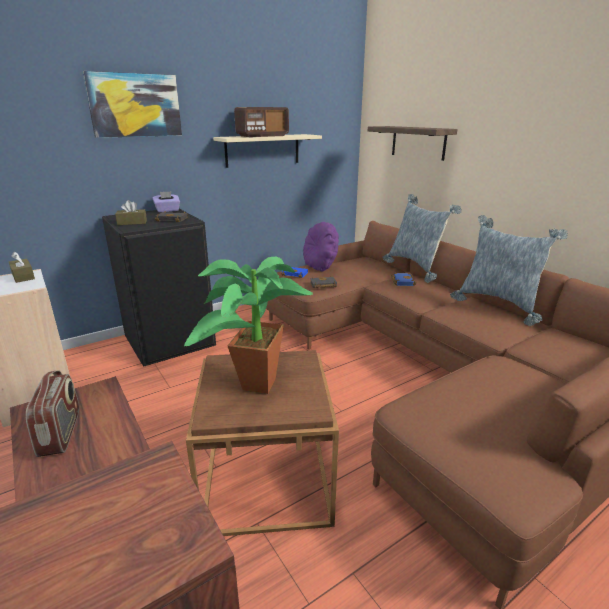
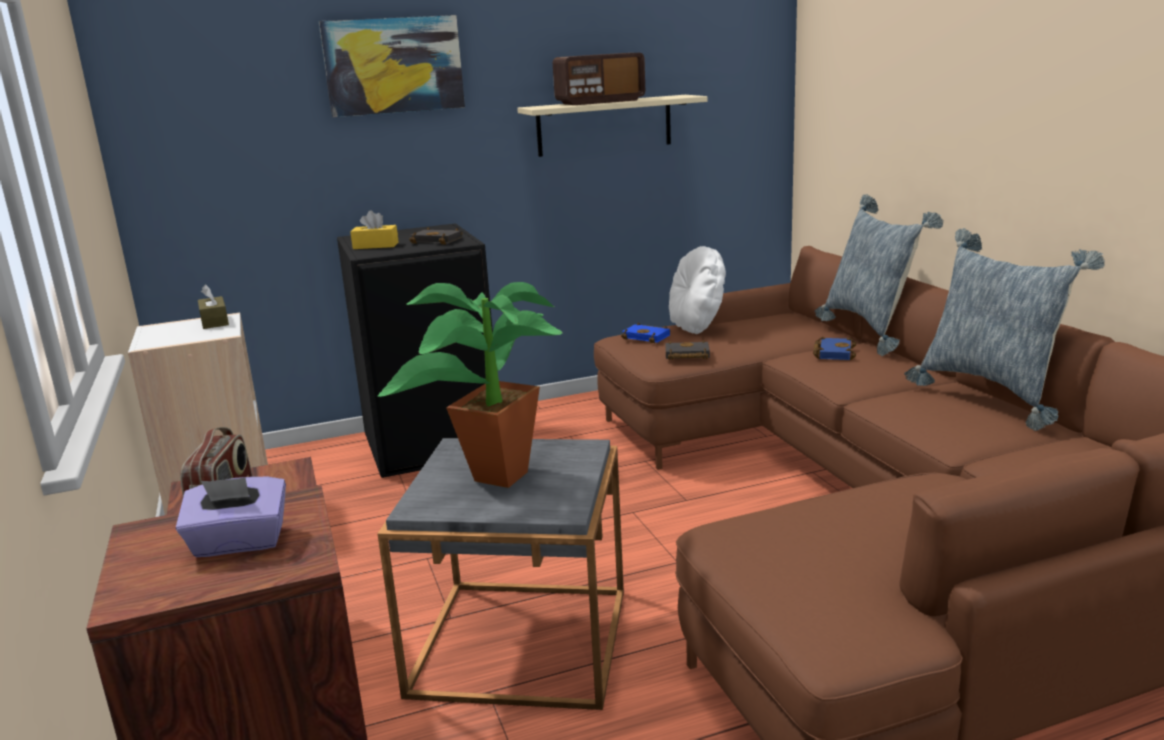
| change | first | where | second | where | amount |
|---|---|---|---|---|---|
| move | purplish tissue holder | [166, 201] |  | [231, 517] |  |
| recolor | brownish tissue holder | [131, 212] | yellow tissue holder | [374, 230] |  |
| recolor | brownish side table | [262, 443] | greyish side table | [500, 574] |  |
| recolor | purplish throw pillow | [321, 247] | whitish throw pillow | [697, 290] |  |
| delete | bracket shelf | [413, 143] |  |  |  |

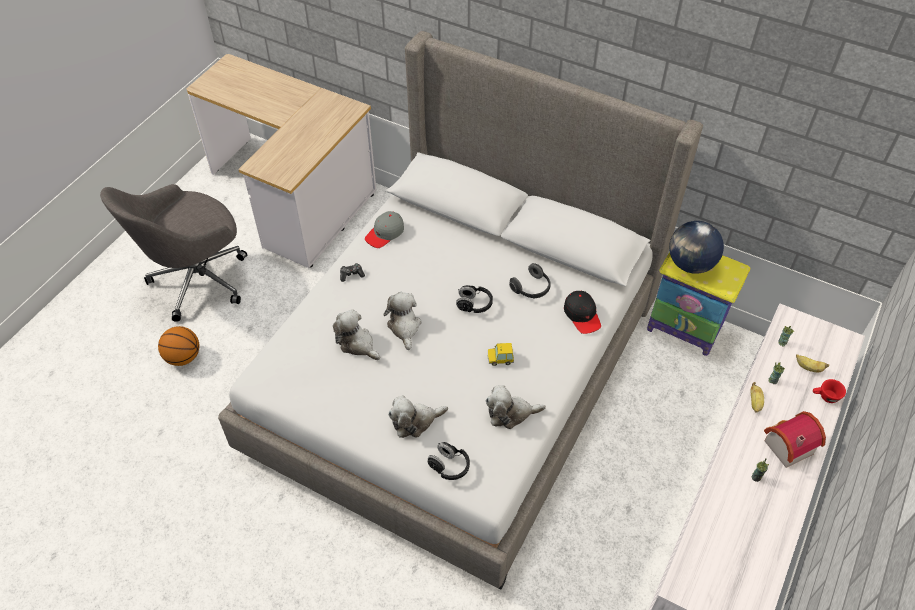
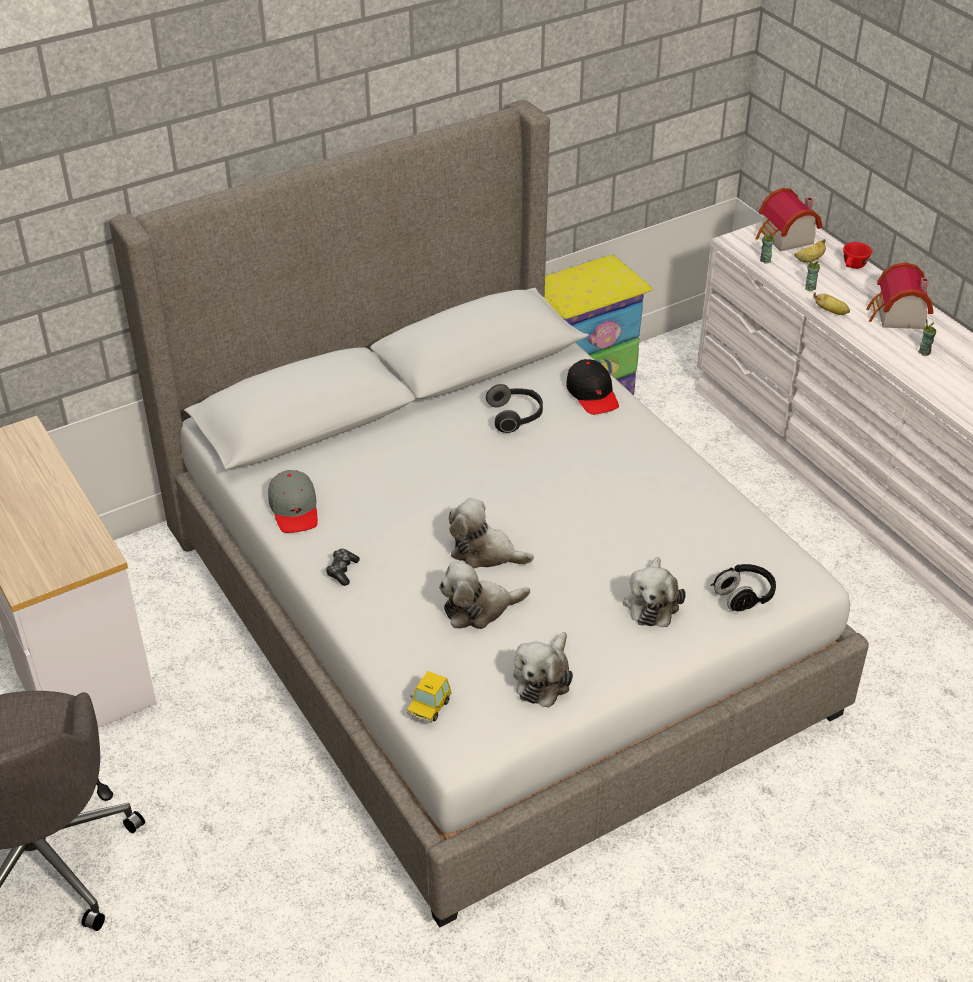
| change | first | where | second | where | amount |
|---|---|---|---|---|---|
| move | model car | [501, 354] |  | [429, 697] |  |
| move | soft toy | [516, 407] |  | [543, 670] |  |
| rotate | black cap | [582, 312] |  | [592, 387] | 60 degrees clockwise |
| insert |  |  | miniature house | [789, 220] |  |
| delete | ball for basketball | [178, 346] |  |  |  |
| delete | black headset | [474, 299] |  |  |  |
| delete | world globe | [696, 247] |  |  |  |

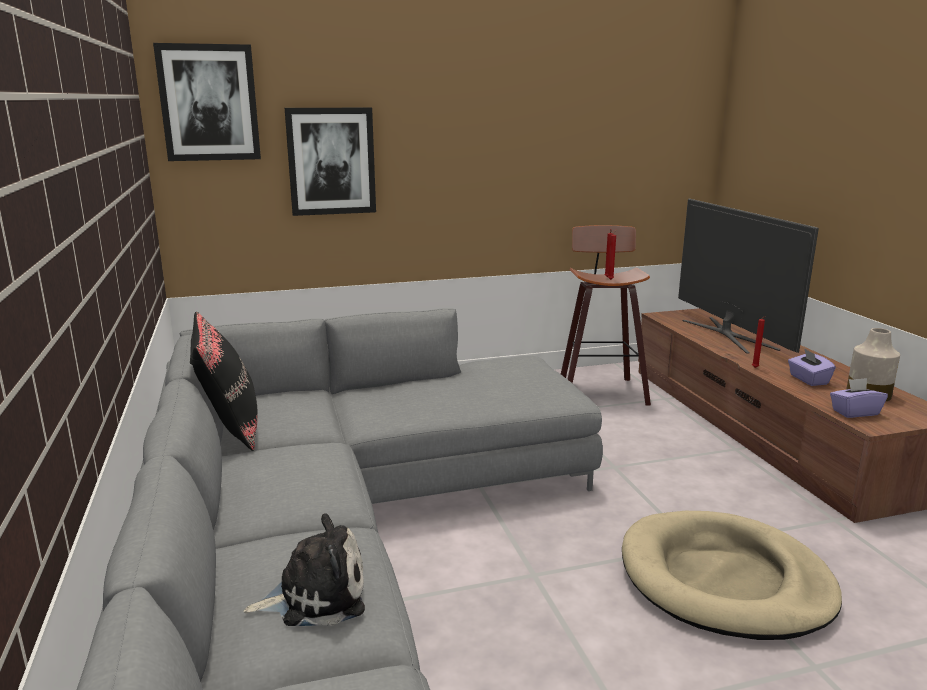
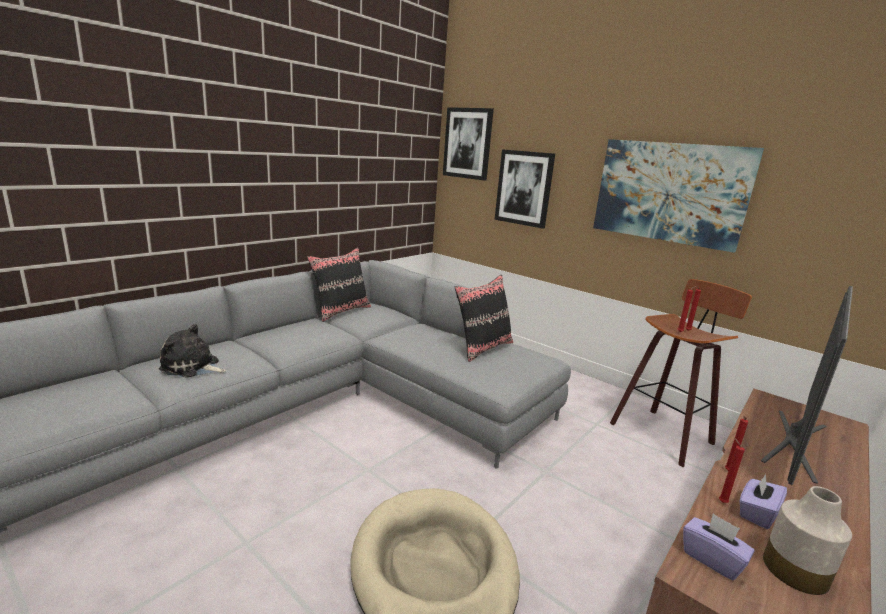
| change | first | where | second | where | amount |
|---|---|---|---|---|---|
| rotate | soft toy | [304, 569] |  | [193, 351] | 150 degrees clockwise |
| insert |  |  | black throw pillow | [484, 318] |  |
| insert |  |  | wall picture | [678, 196] |  |
| insert |  |  | reddish candle | [732, 470] |  |

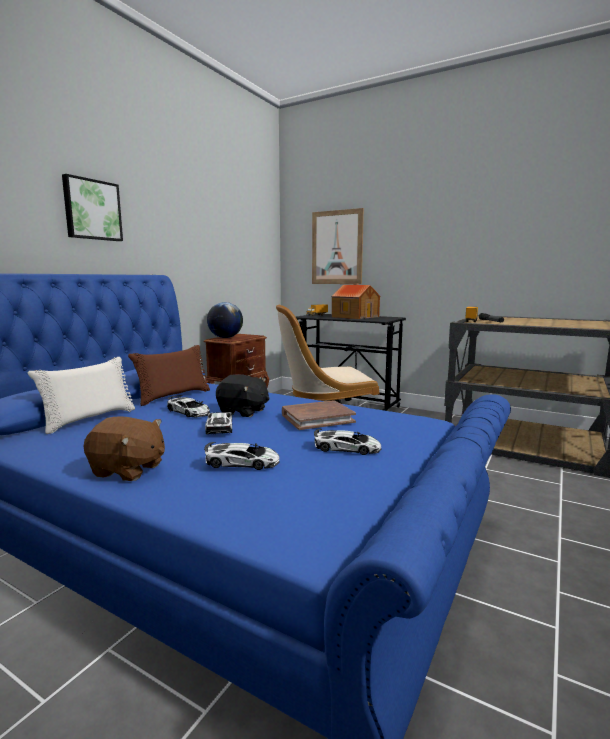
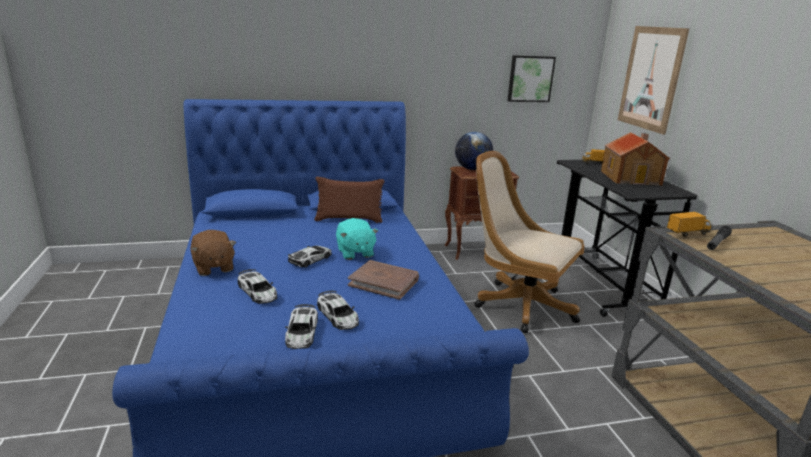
| change | first | where | second | where | amount |
|---|---|---|---|---|---|
| move | model car | [188, 406] |  | [301, 326] |  |
| recolor | black soft toy | [243, 395] | turquoise soft toy | [357, 239] |  |
| move | wall picture | [92, 207] |  | [531, 78] |  |
| delete | whitish throw pillow | [81, 395] |  |  |  |

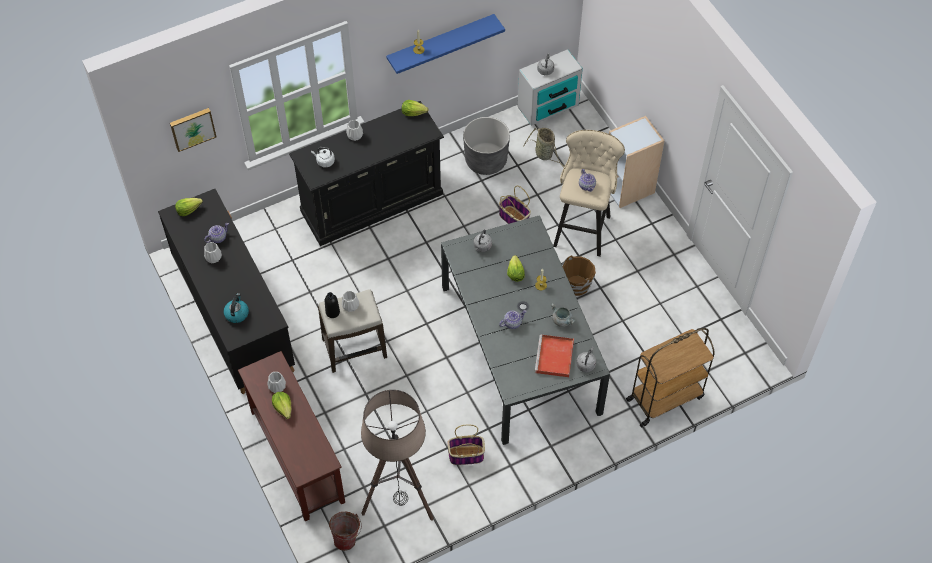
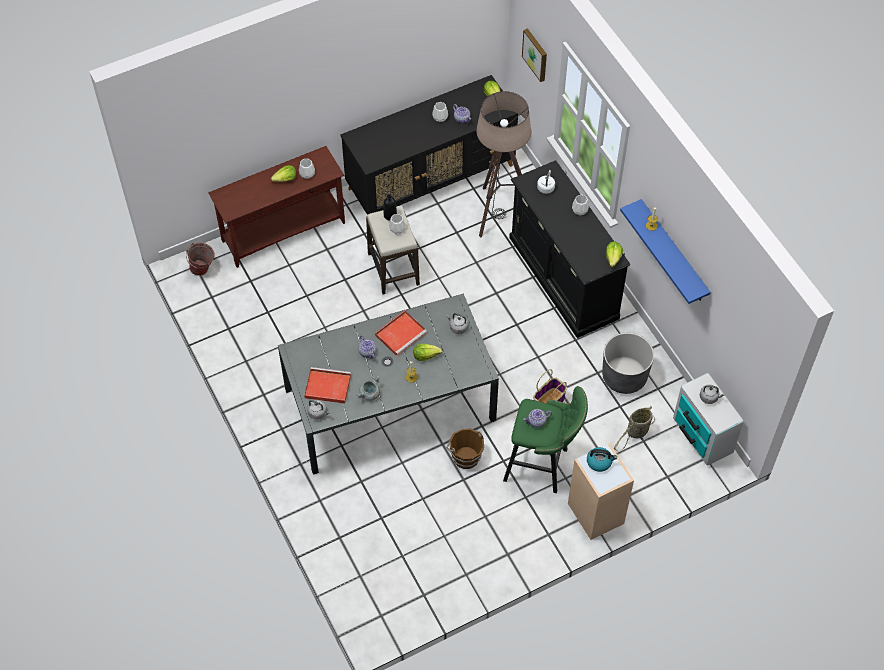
| change | first | where | second | where | amount |
|---|---|---|---|---|---|
| insert |  |  | reddish tray | [401, 333] |  |
| move | standard lamp | [397, 455] |  | [503, 164] |  |
| recolor | beige sitting stool | [589, 193] | green-coloured sitting stool | [545, 440] |  |
| move | water kettle | [236, 308] |  | [602, 459] |  |
| delete | basket | [466, 444] |  |  |  |
| delete | brownish wheeled cart | [670, 377] |  |  |  |

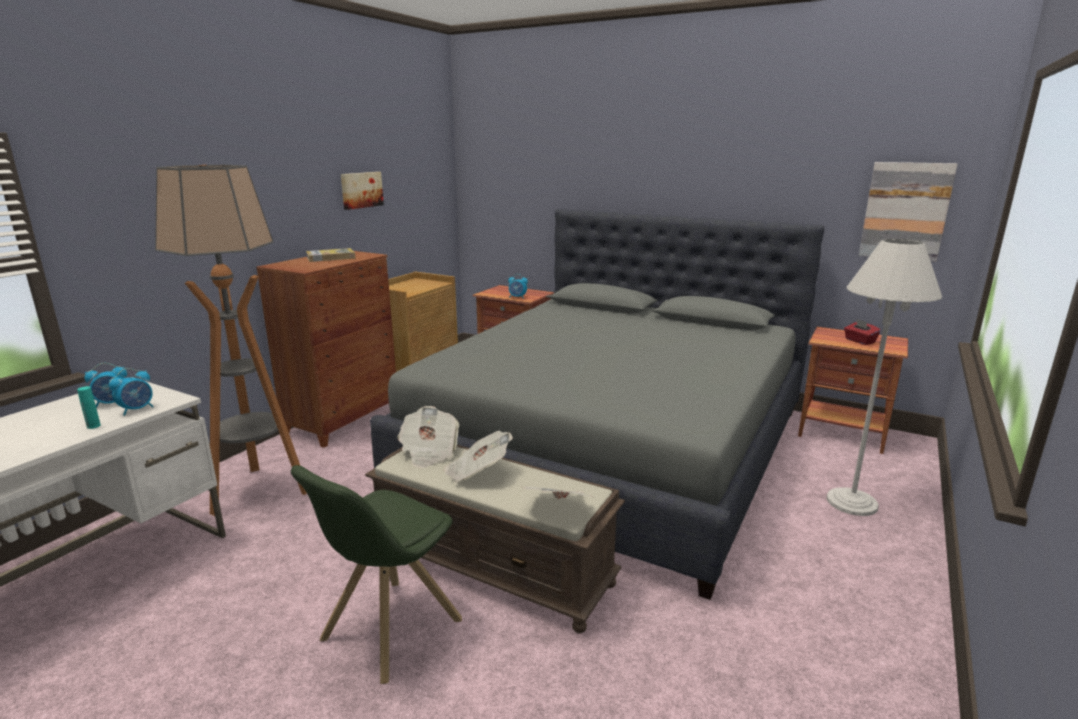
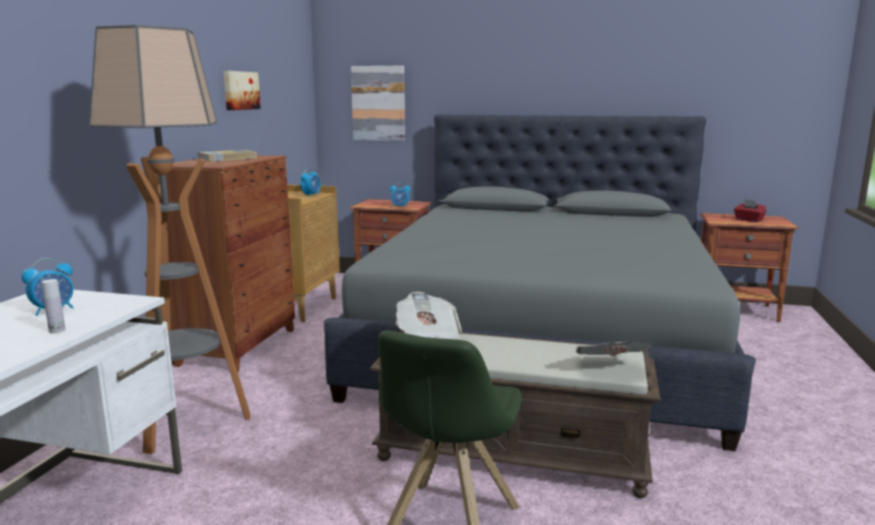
| change | first | where | second | where | amount |
|---|---|---|---|---|---|
| recolor | turquoise beverage bottle | [89, 407] | whitish beverage bottle | [53, 306] |  |
| move | bedside clock | [131, 392] |  | [311, 183] |  |
| move | wall picture | [908, 212] |  | [378, 103] |  |
| delete | daily paper | [478, 457] |  |  |  |
| delete | whitish standard lamp | [884, 377] |  |  |  |

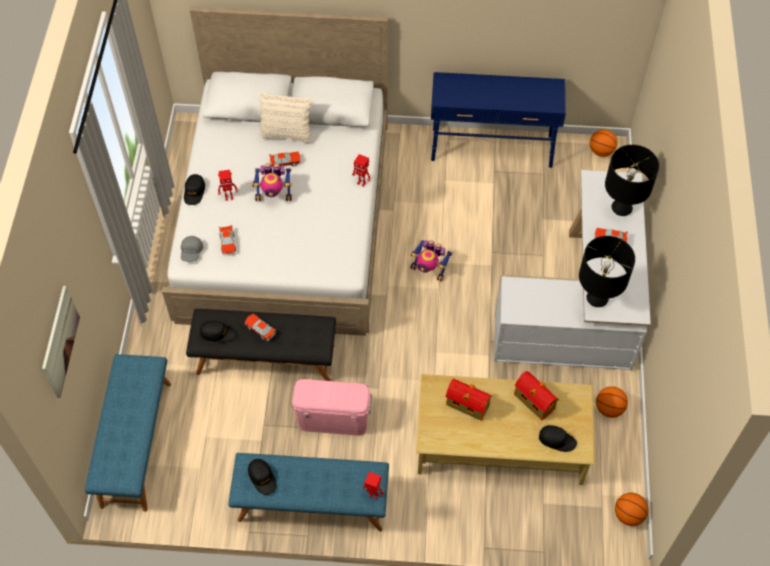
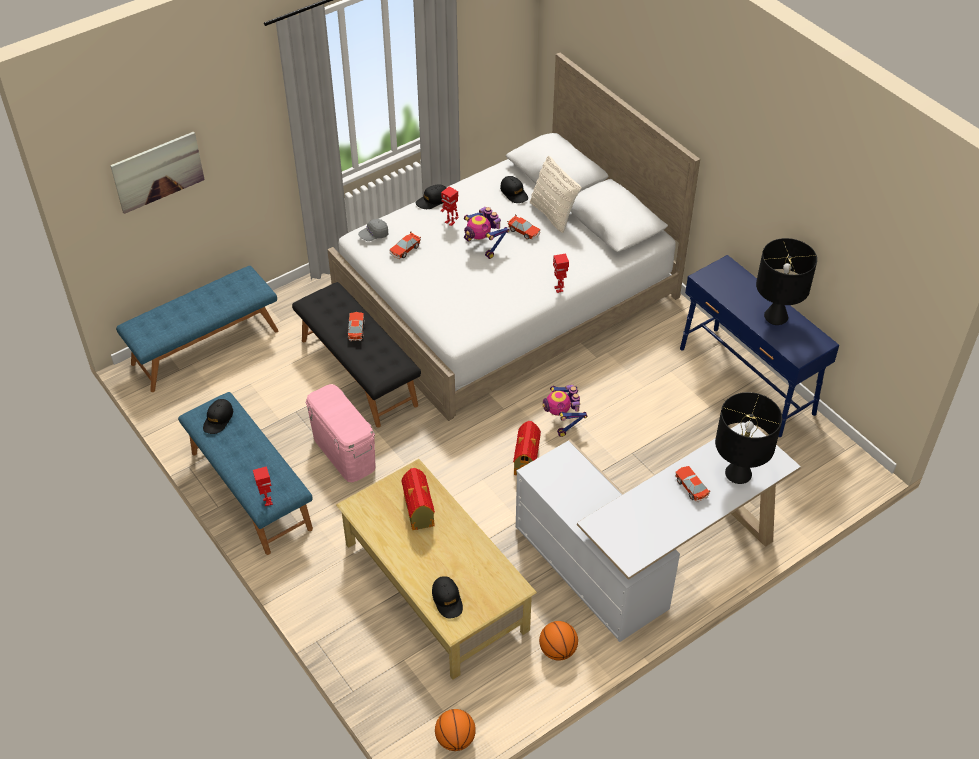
| change | first | where | second | where | amount |
|---|---|---|---|---|---|
| move | black cap | [218, 332] |  | [514, 189] |  |
| move | miniature house | [536, 395] |  | [527, 448] |  |
| move | black table lamp | [607, 271] |  | [786, 281] |  |
| delete | ball for basketball | [603, 143] |  |  |  |

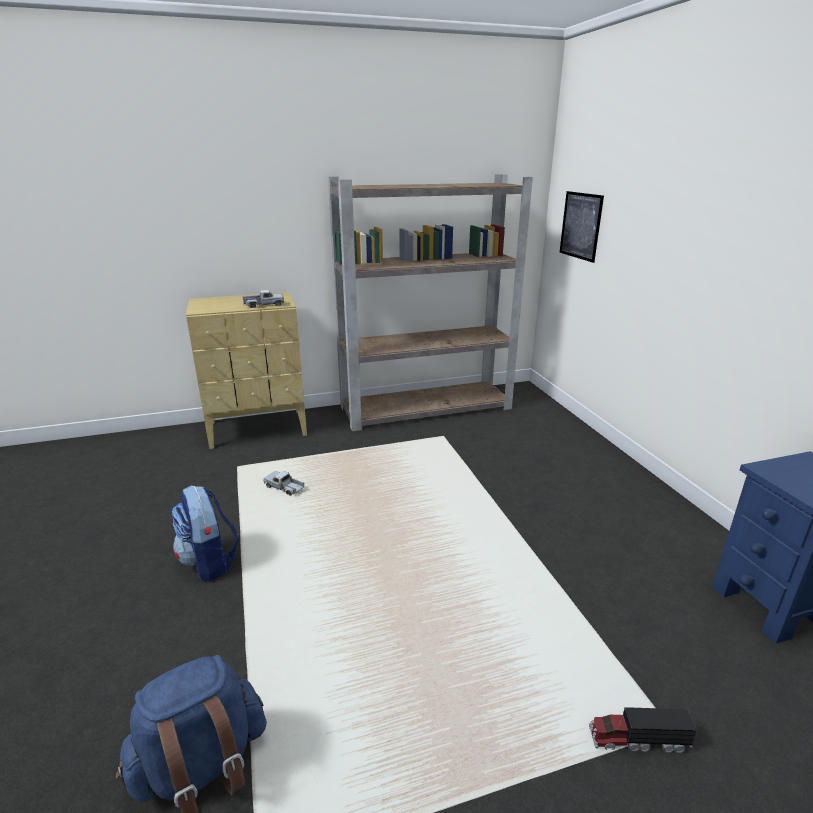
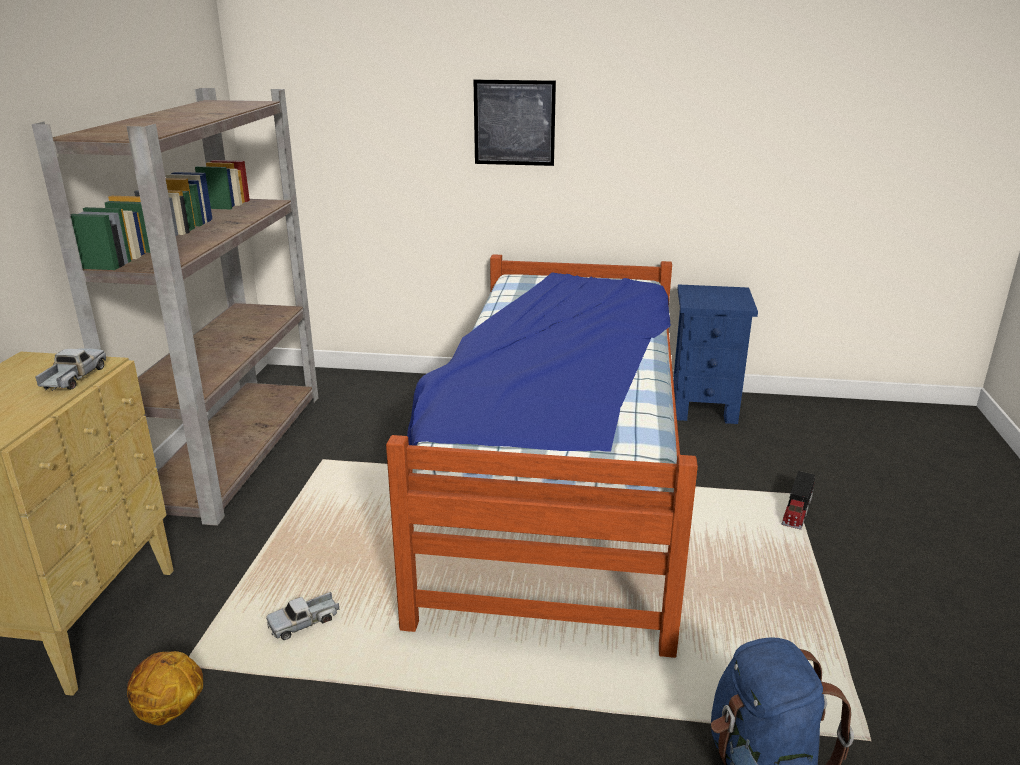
| change | first | where | second | where | amount |
|---|---|---|---|---|---|
| insert |  |  | ball for basketball | [165, 688] |  |
| insert |  |  | bed | [542, 456] |  |
| move | wall picture | [582, 227] |  | [515, 123] |  |
| delete | rucksack | [205, 533] |  |  |  |

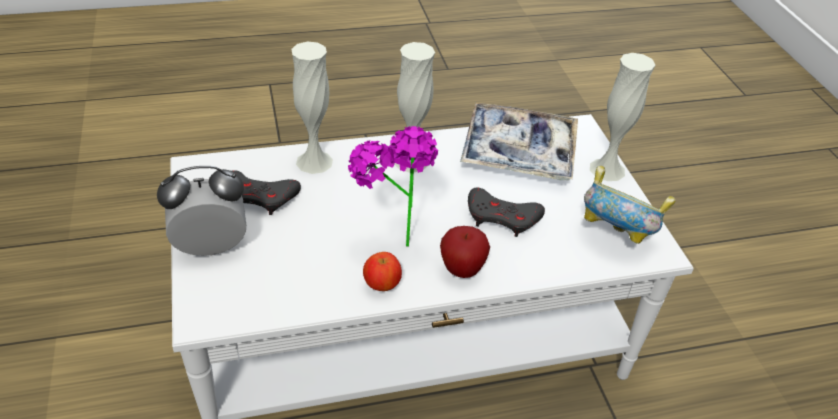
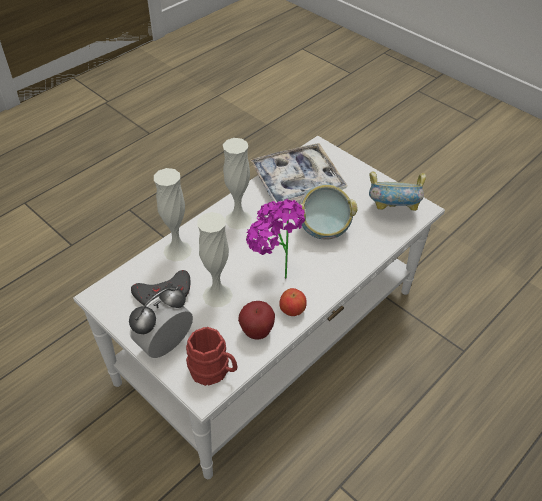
| change | first | where | second | where | amount |
|---|---|---|---|---|---|
| insert |  |  | reddish mug | [211, 356] |  |
| move | whitish flower vase | [622, 117] |  | [215, 259] |  |
| move | whole apple | [465, 252] |  | [256, 320] |  |
| replace | greyish gamepad | [506, 212] | serving bowl | [328, 212] |  |

